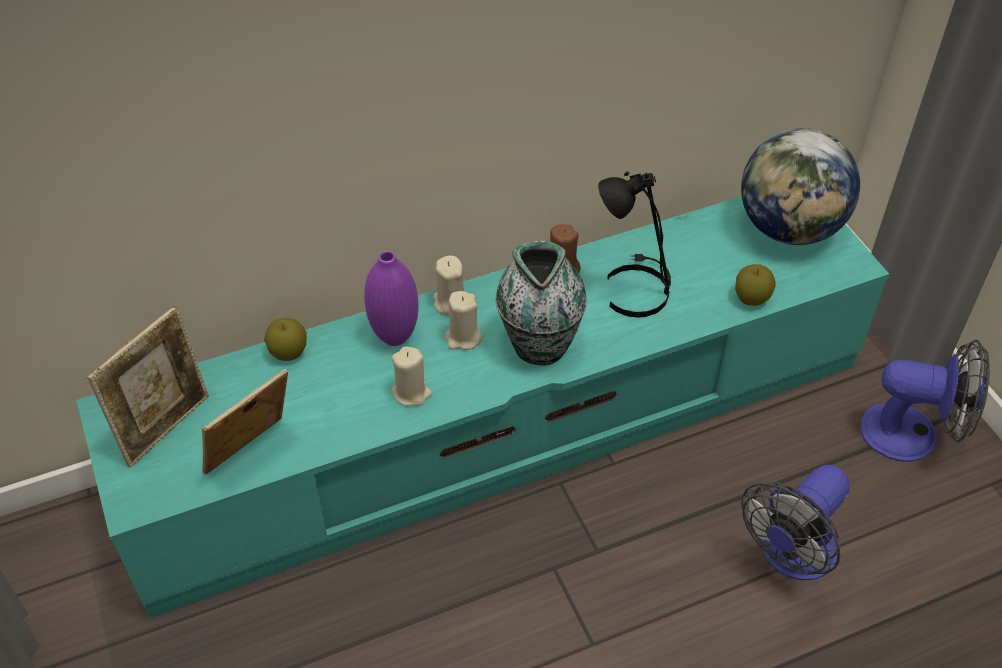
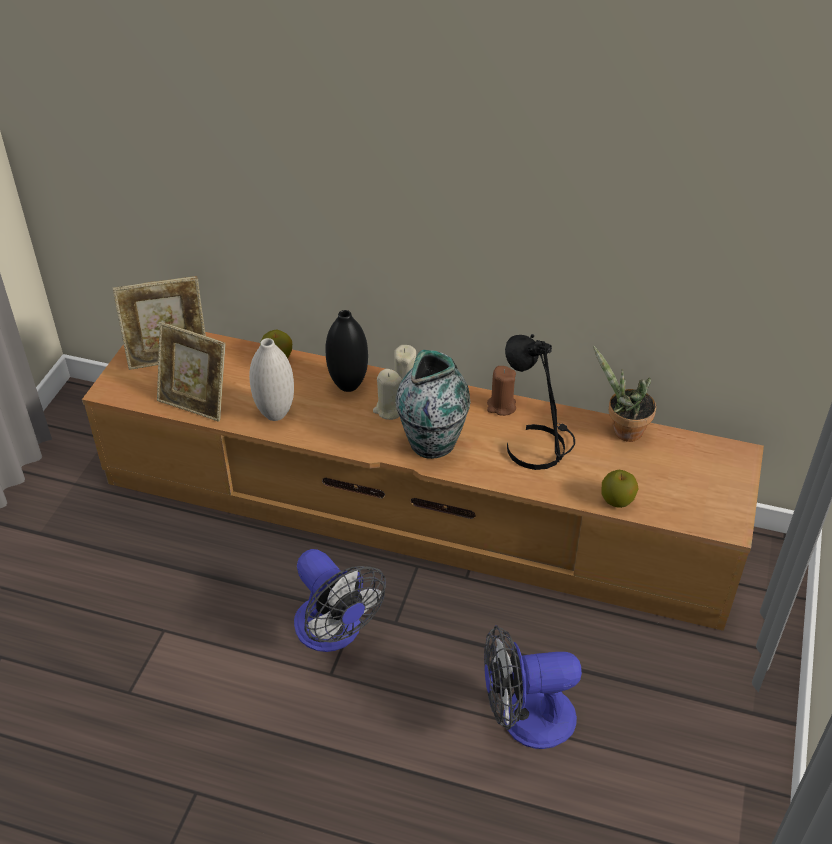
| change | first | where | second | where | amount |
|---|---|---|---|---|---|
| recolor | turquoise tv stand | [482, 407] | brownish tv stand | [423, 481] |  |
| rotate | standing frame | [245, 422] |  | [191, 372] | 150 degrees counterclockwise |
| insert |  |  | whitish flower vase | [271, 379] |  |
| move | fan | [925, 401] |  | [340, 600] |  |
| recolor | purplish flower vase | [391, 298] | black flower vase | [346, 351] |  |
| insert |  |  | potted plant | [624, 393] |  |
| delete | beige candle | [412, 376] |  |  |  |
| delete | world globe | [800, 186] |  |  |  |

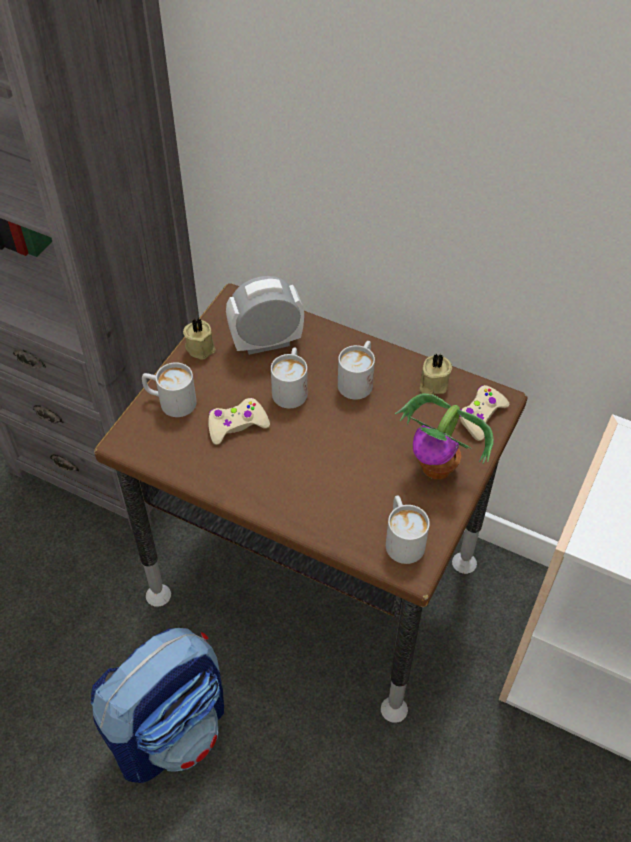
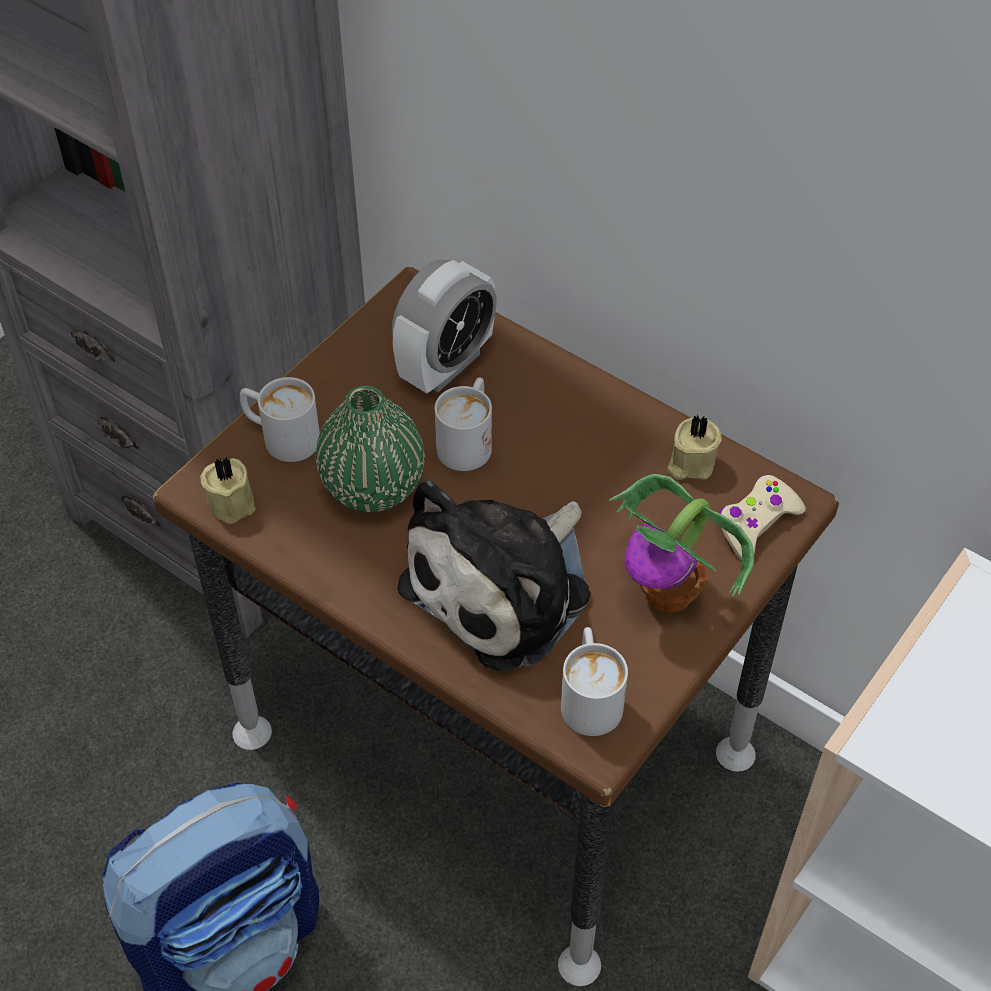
| change | first | where | second | where | amount |
|---|---|---|---|---|---|
| move | beige candle | [199, 339] |  | [228, 490] |  |
| replace | beige gamepad | [239, 421] | green-coloured flower vase | [370, 448] |  |
| rotate | bedside clock | [265, 315] |  | [444, 326] | 135 degrees clockwise |
| insert |  |  | soft toy | [493, 576] |  |
| delete | whitish mug | [356, 370] |  |  |  |

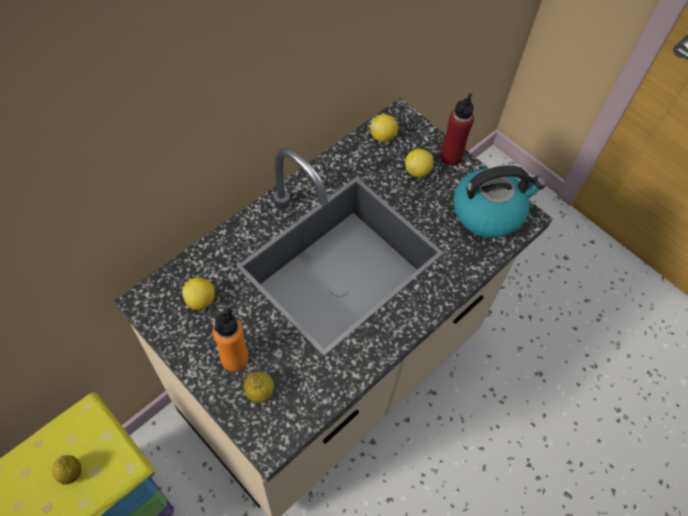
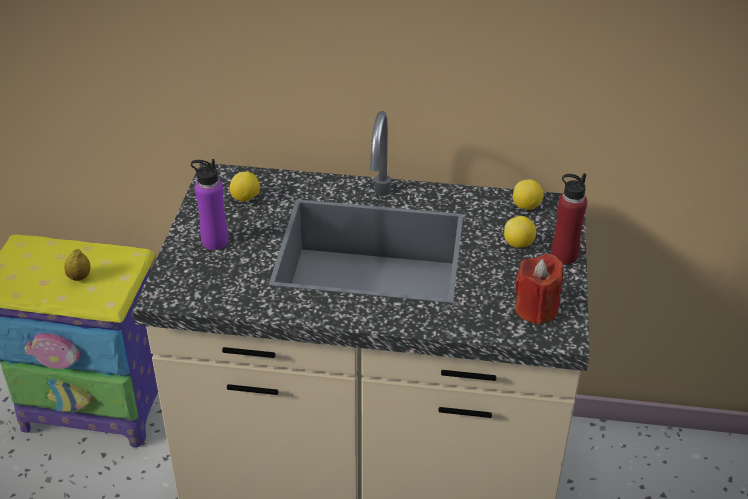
| change | first | where | second | where | amount |
|---|---|---|---|---|---|
| recolor | orangey beverage bottle | [230, 340] | purplish beverage bottle | [209, 204] |  |
| replace | water kettle | [499, 201] | reddish candle | [539, 289] |  |
| delete | lemon | [259, 387] |  |  |  |

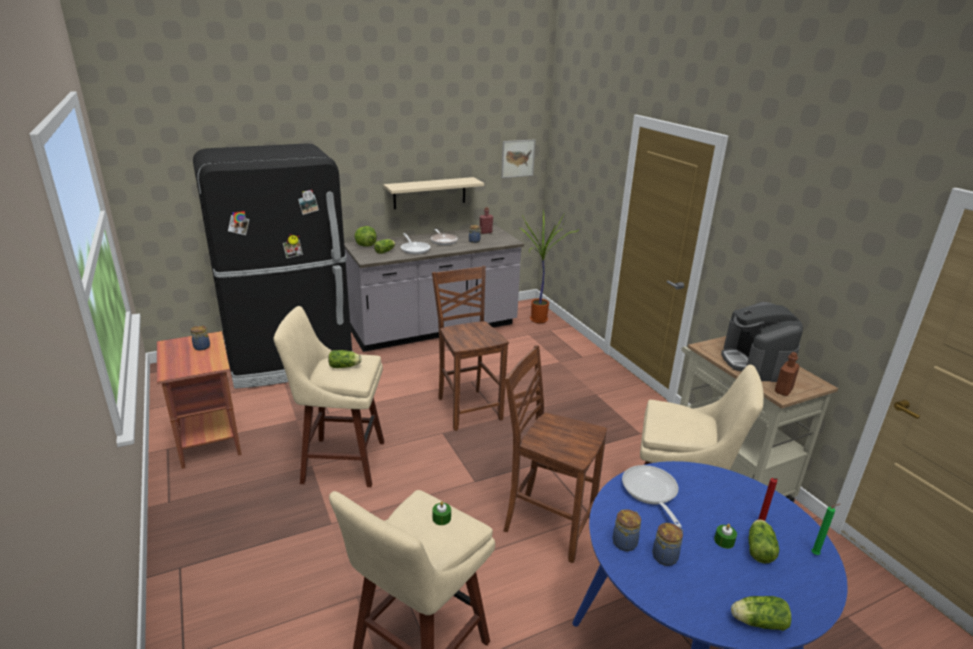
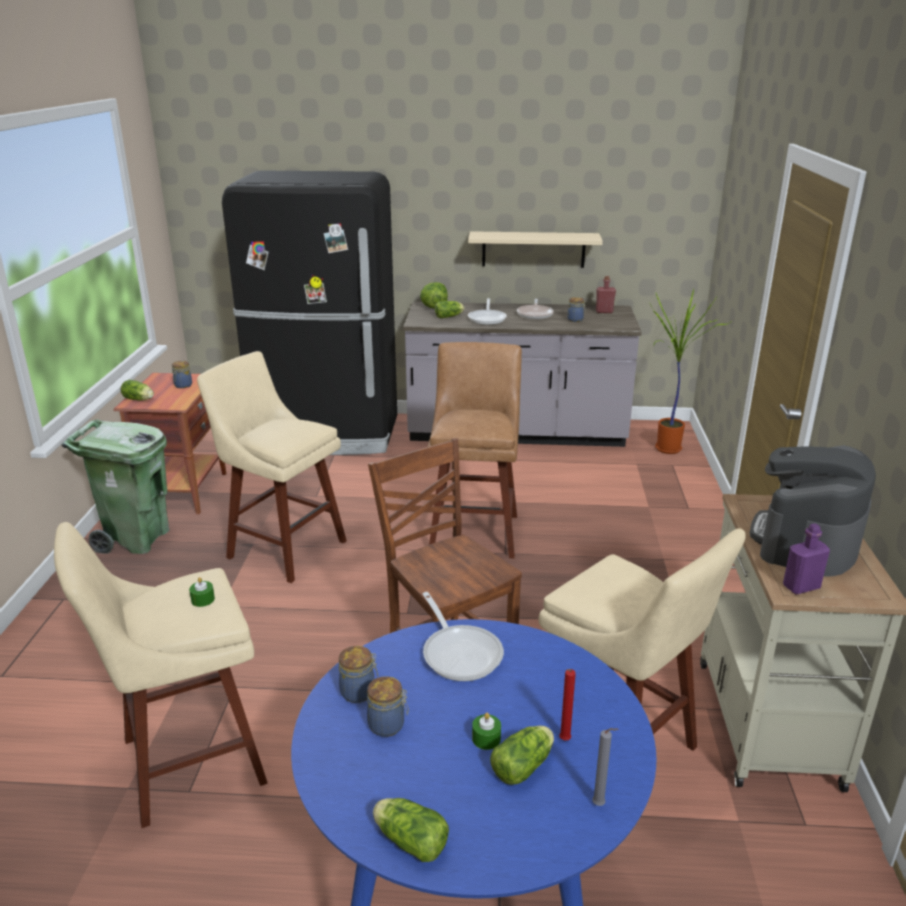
| change | first | where | second | where | amount |
|---|---|---|---|---|---|
| insert |  |  | green-coloured rubbish bin | [115, 486] |  |
| move | lettuce | [345, 359] |  | [137, 390] |  |
| rotate | skillet | [652, 496] |  | [463, 636] | 135 degrees clockwise |
| replace | brownish upright chair | [470, 348] | brownish sitting stool | [474, 450] |  |
| recolor | green-coloured candle | [825, 529] | greyish candle | [605, 767] |  |
| recolor | brownish beverage bottle | [787, 374] | purplish beverage bottle | [806, 559] |  |
| delete | wall picture | [518, 158] |  |  |  |

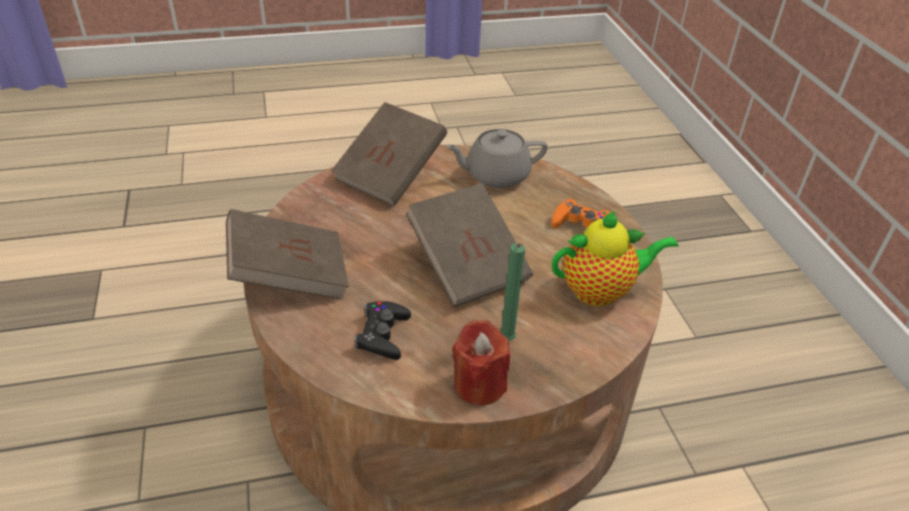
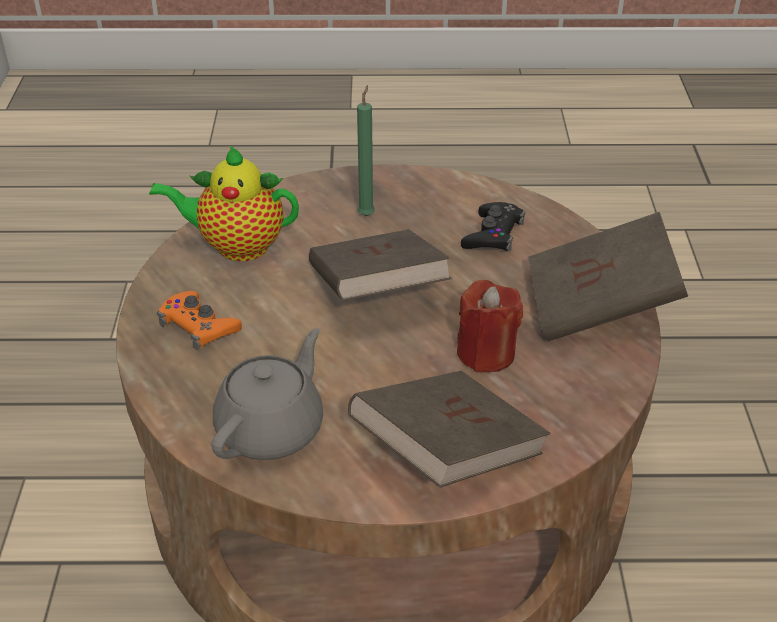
| change | first | where | second | where | amount |
|---|---|---|---|---|---|
| rotate | greyish pot for tea | [497, 158] |  | [267, 394] | 60 degrees counterclockwise |
| move | reddish candle | [481, 363] |  | [490, 326] |  |

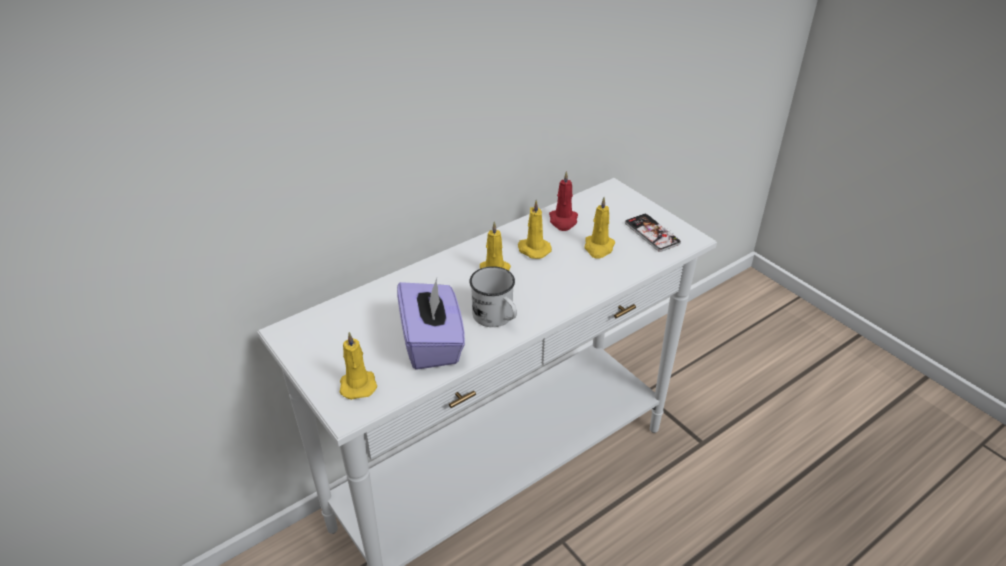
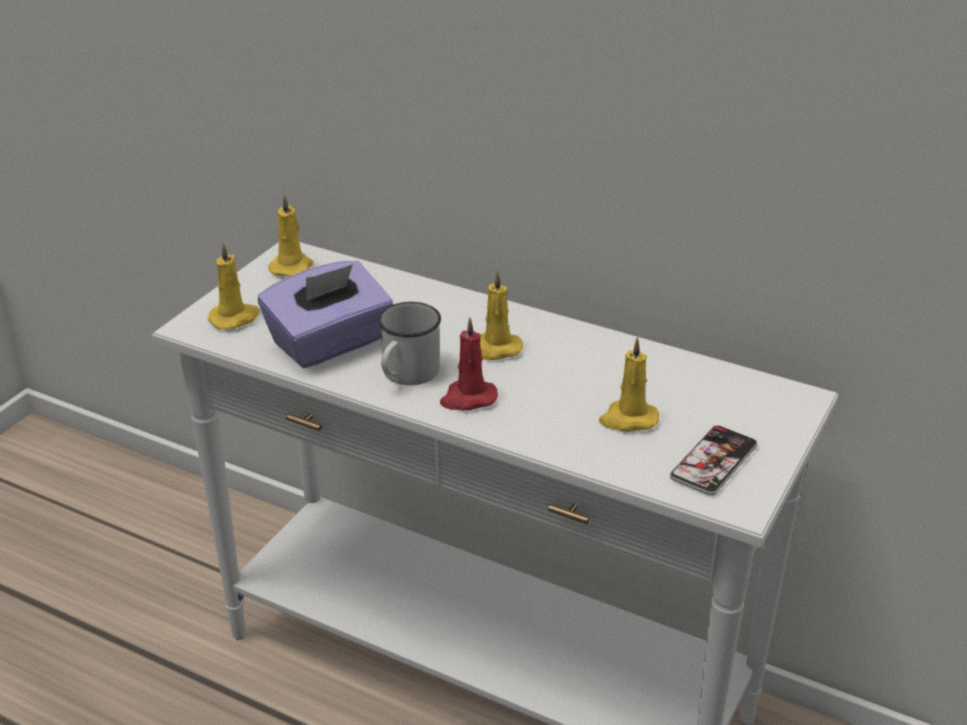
| change | first | where | second | where | amount |
|---|---|---|---|---|---|
| move | yellow candle | [535, 229] |  | [290, 235] |  |
| move | reddish candle | [563, 201] |  | [469, 363] |  |

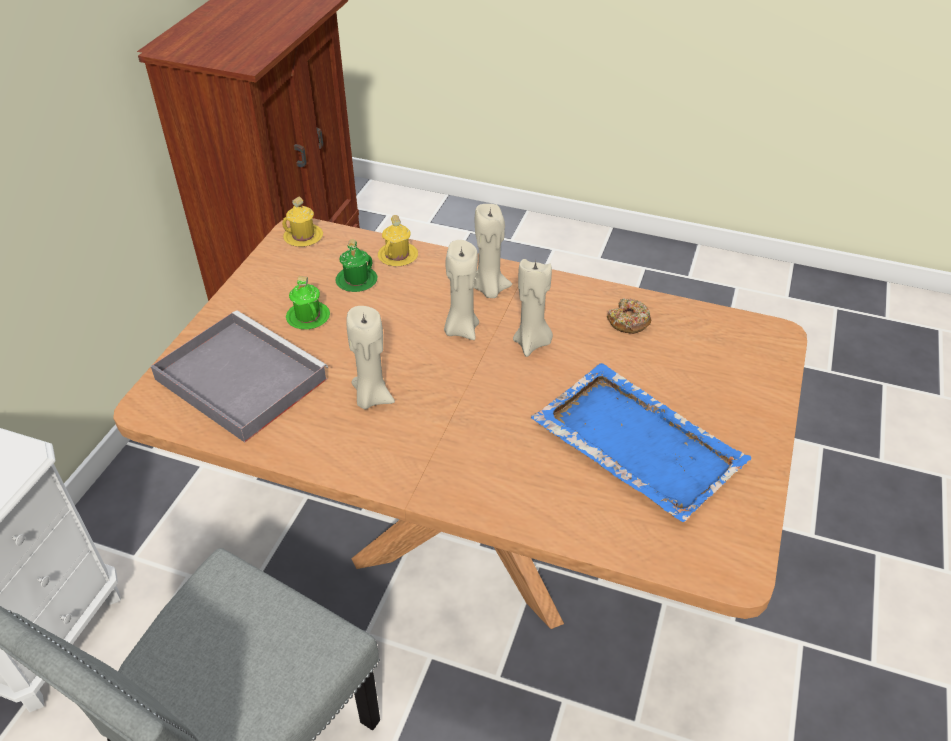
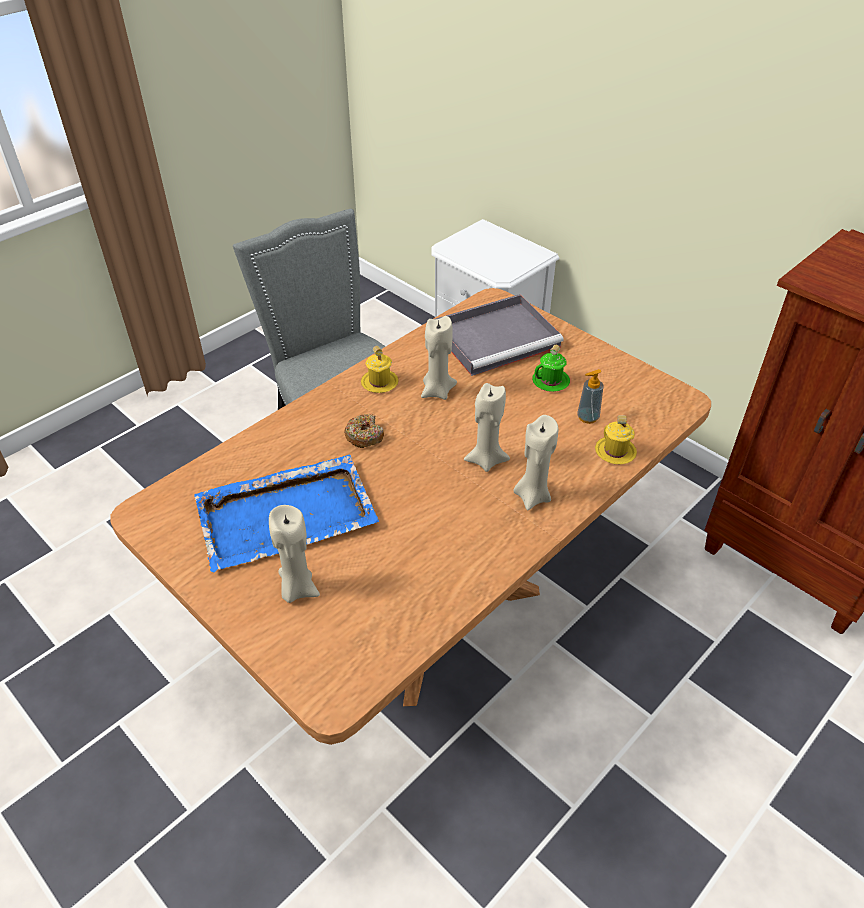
| change | first | where | second | where | amount |
|---|---|---|---|---|---|
| move | beige candle | [533, 308] |  | [294, 554] |  |
| move | doughnut | [629, 316] |  | [364, 431] |  |
| move | yellow mug | [302, 222] |  | [380, 369] |  |
| replace | green-coloured mug | [356, 265] | liquid soap bottle | [590, 396] |  |

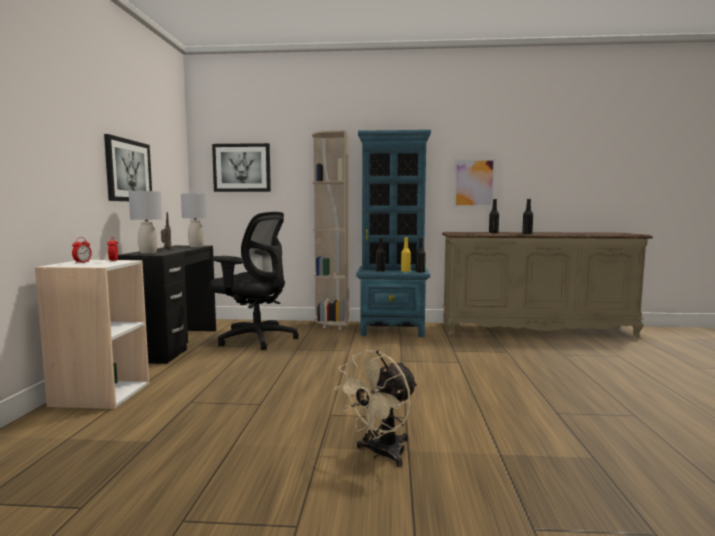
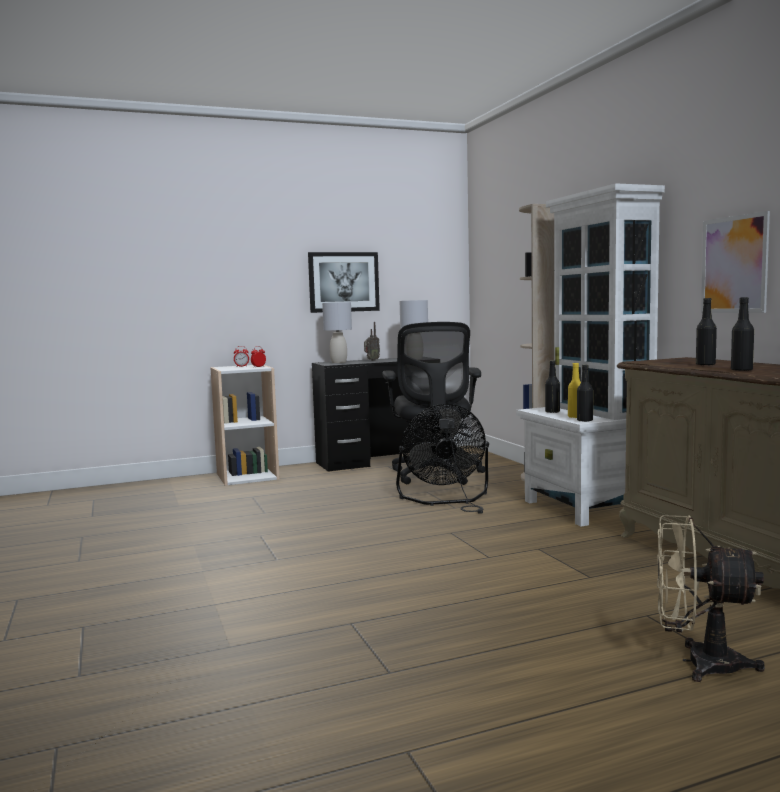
| change | first | where | second | where | amount |
|---|---|---|---|---|---|
| insert |  |  | black fan | [442, 459] |  |
| recolor | blue cupboard | [393, 233] | whitish cupboard | [590, 355] |  |
| move | beige fan | [376, 408] |  | [711, 598] |  |
| delete | wall picture | [241, 167] |  |  |  |

